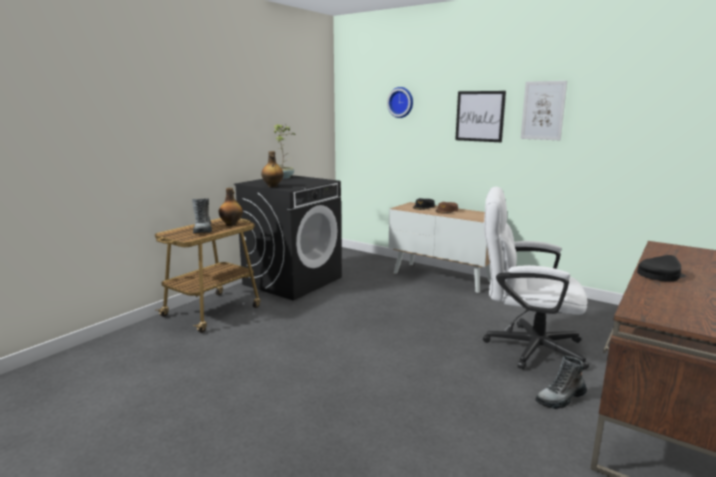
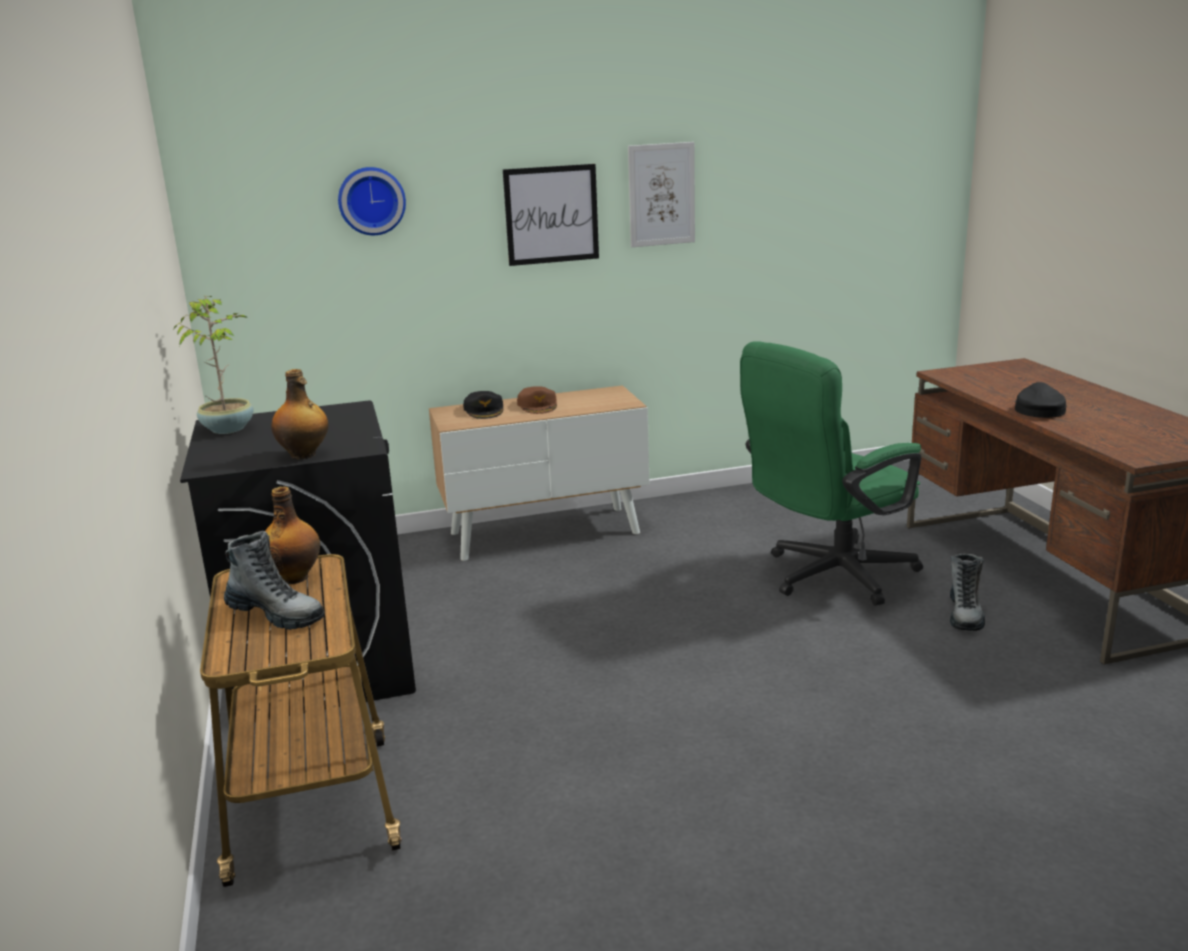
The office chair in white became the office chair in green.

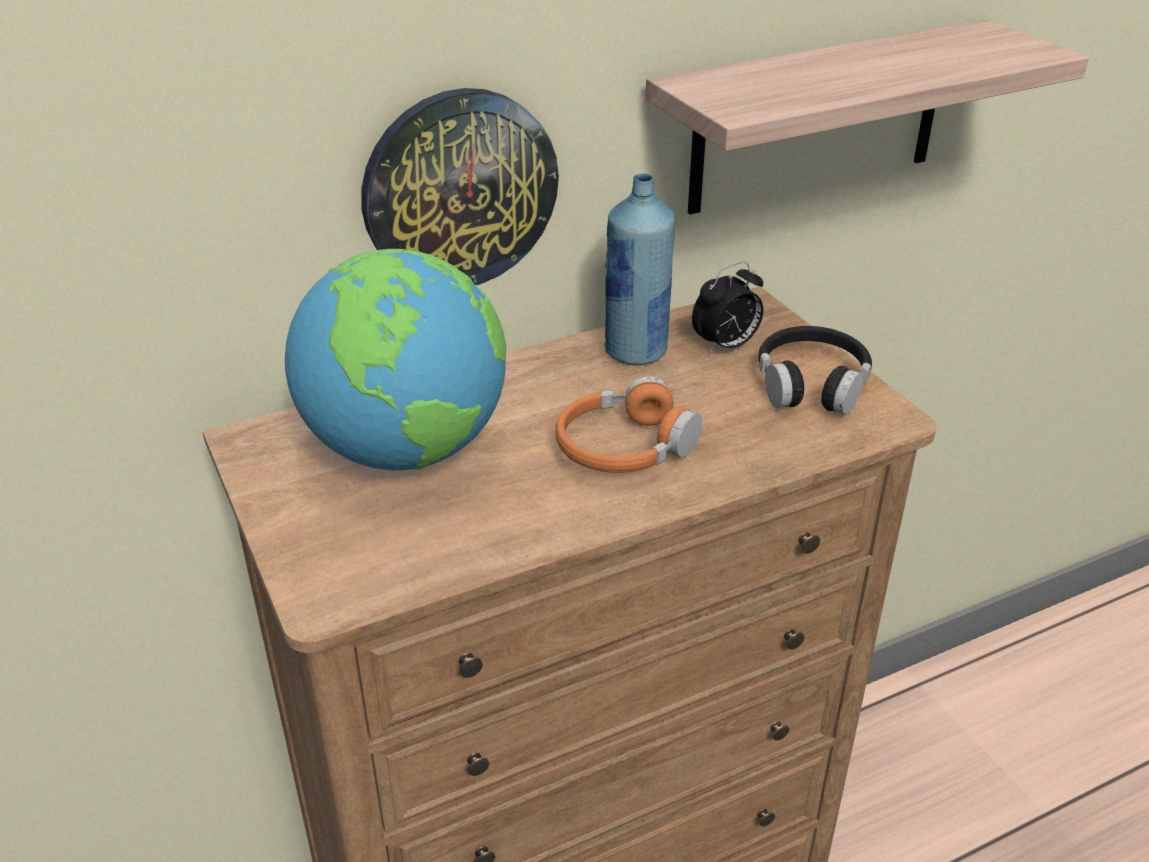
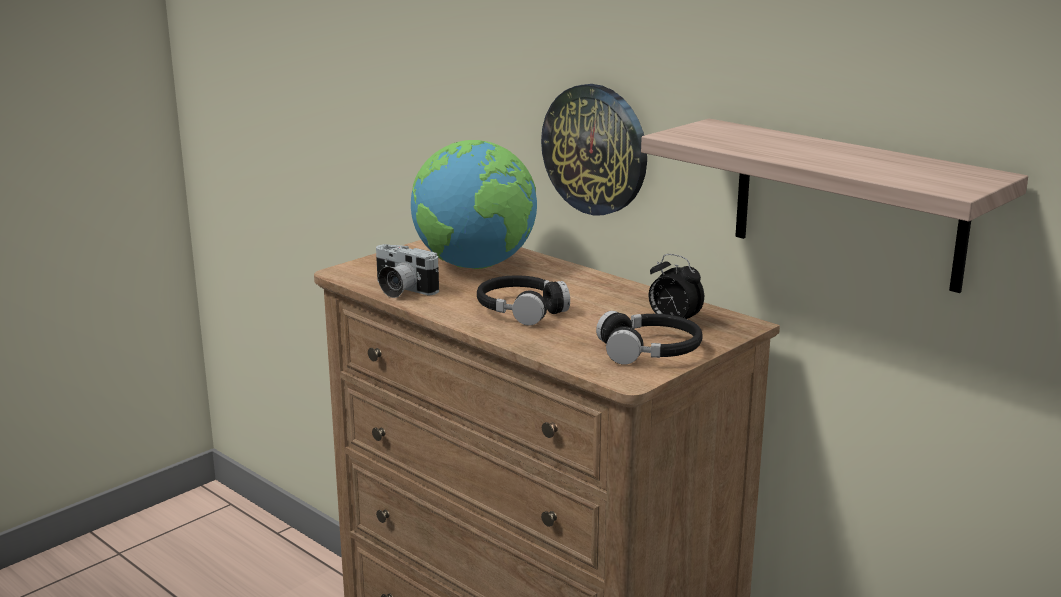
The bottle in blue disappeared.
The photo camera appeared.
The headphones in orange became the headphones in black (1st from left).

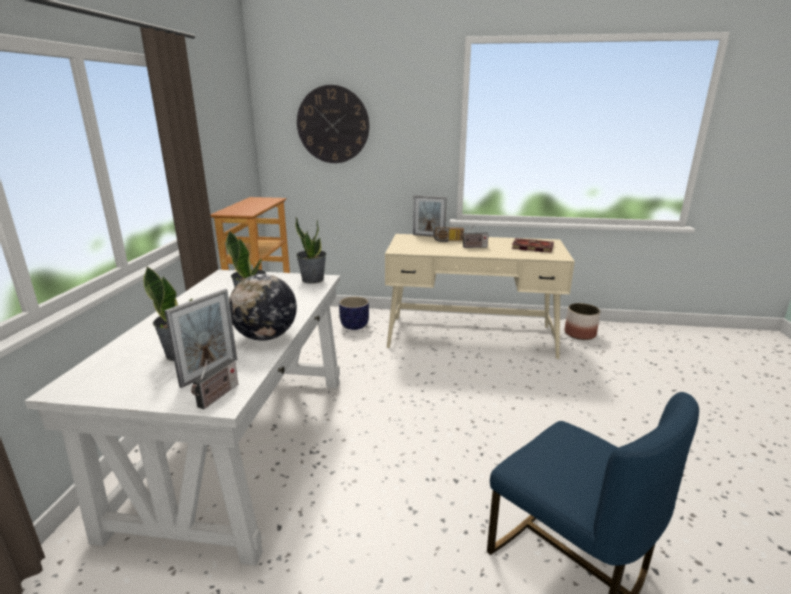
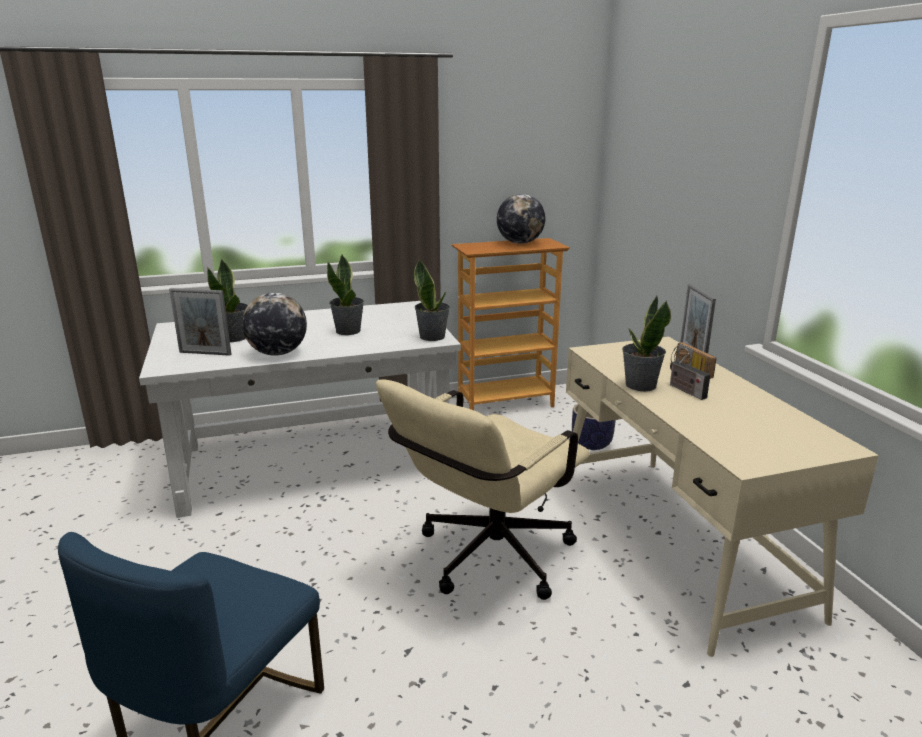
The radio (1st from left) disappeared.
The wall clock disappeared.
The book disappeared.
The planter (2nd from left) disappeared.
The office chair in beige appeared.
The globe (2nd from left) appeared.
The potted plant (4th from left) appeared.

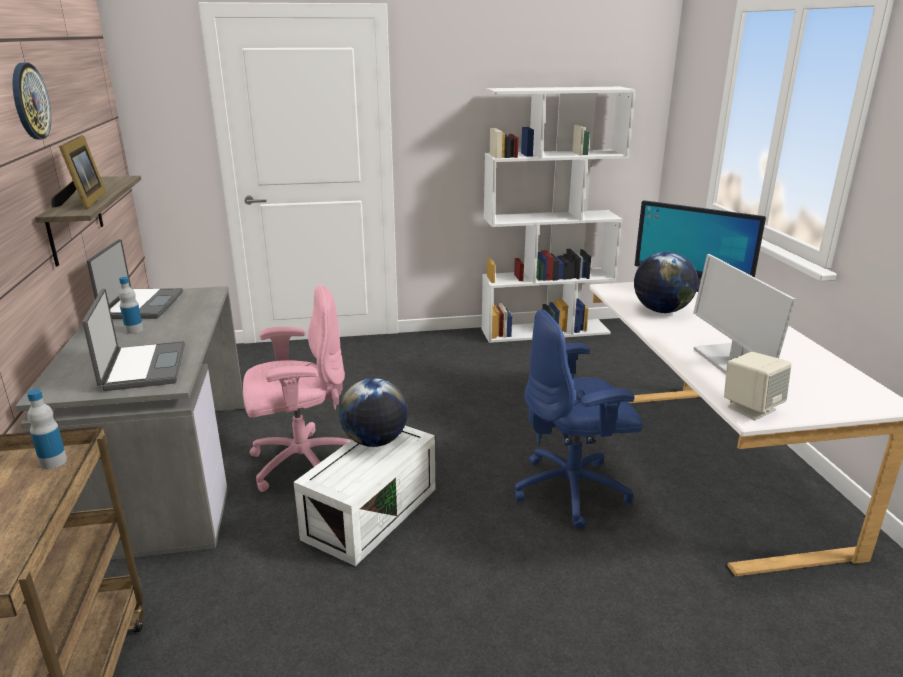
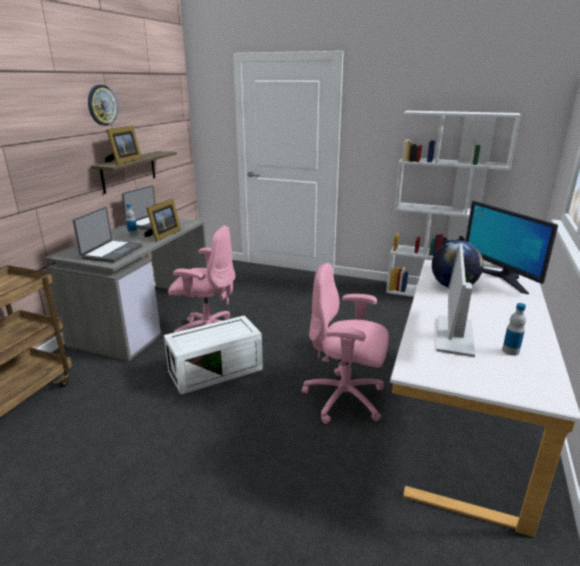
The globe (1st from left) disappeared.
The speaker in beige disappeared.
The picture frame (2nd from left) appeared.
The bottle (1st from left in the first image) moved.
The office chair in blue became the office chair in pink (2nd from left).

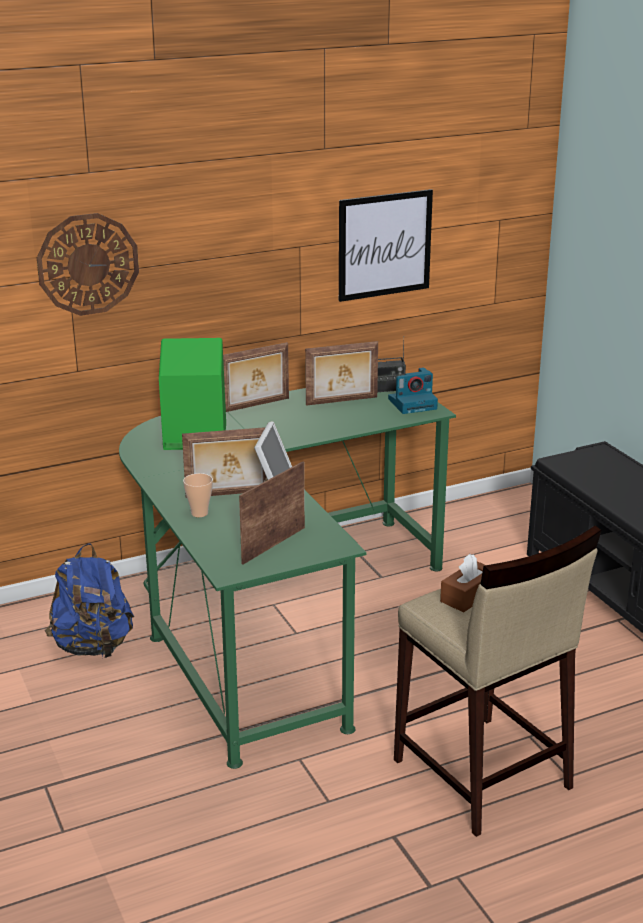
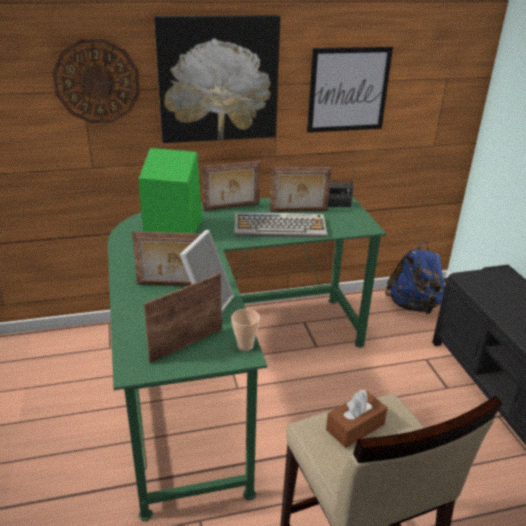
The photo camera disappeared.
The picture (1st from left) appeared.
The keyboard appeared.
The backpack in blue moved.
The cup moved.

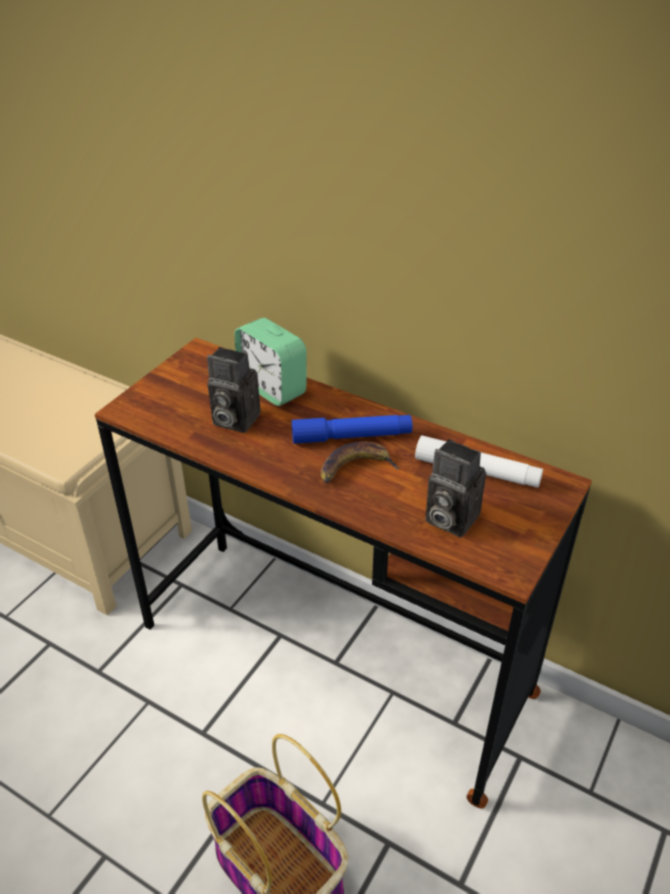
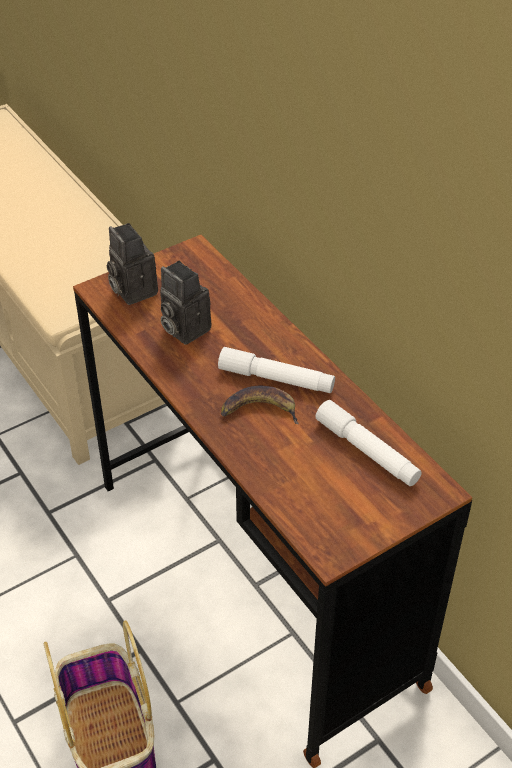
The alarm clock disappeared.
The photo camera (2nd from left in the first image) moved.
The flashlight in blue became the flashlight in white (1st from left).

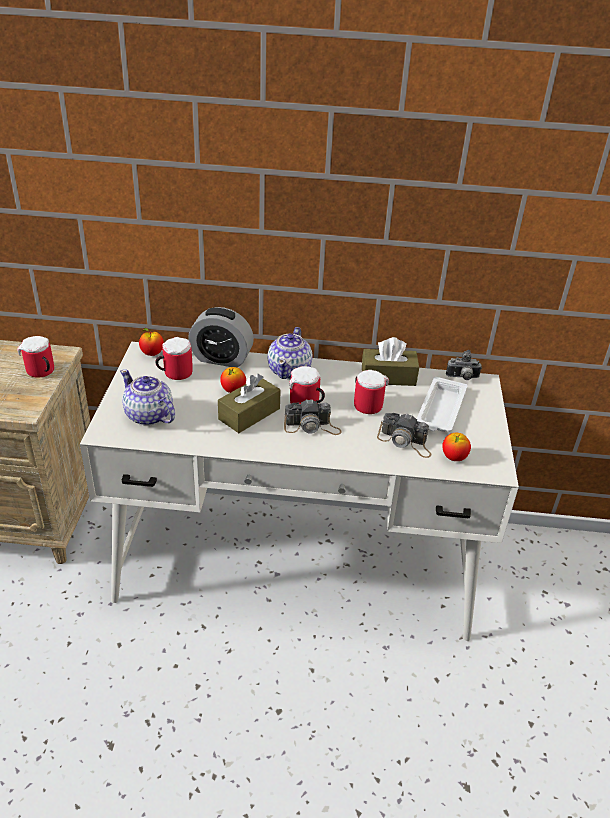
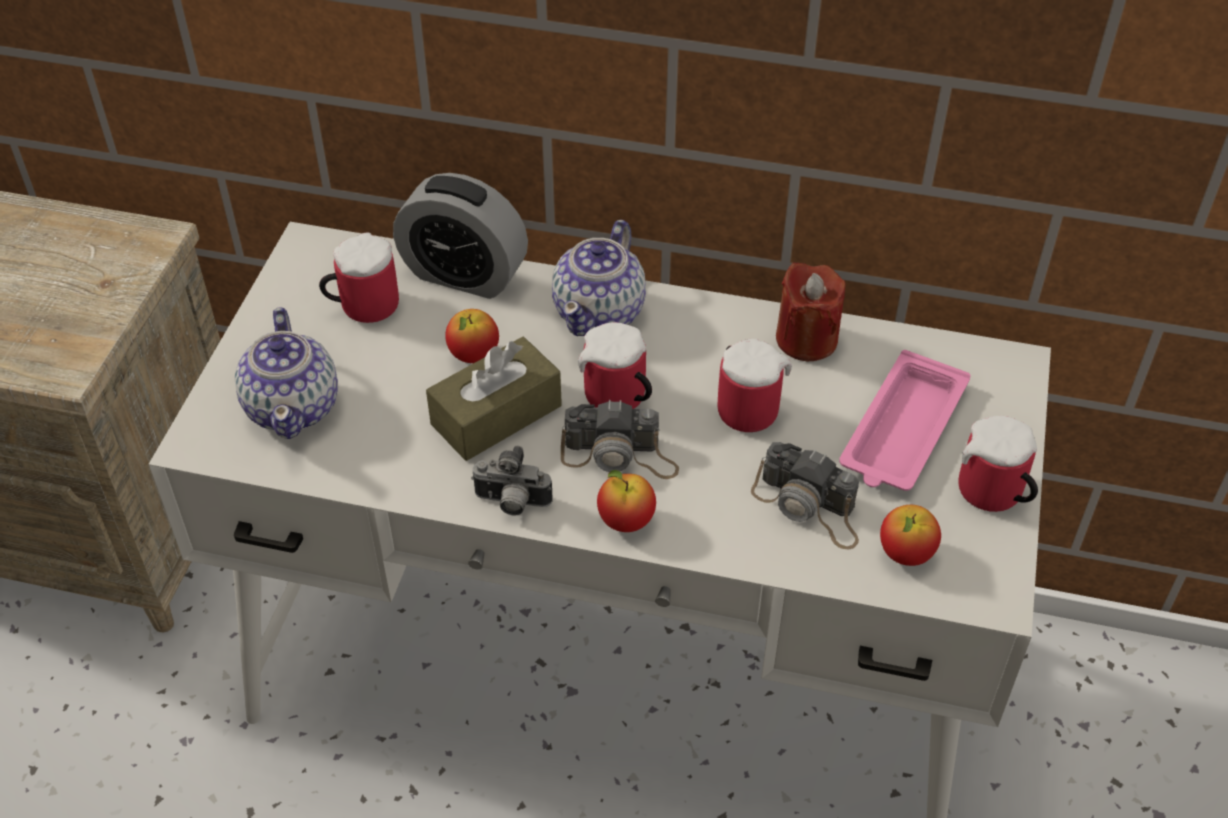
The mug (1st from left in the first image) moved.
The apple (1st from left in the first image) moved.
The photo camera (3rd from left in the first image) moved.
The tissue box in brown (2nd from left) was replaced by the candle in red.
The tray in white became the tray in pink.
The teapot (1st from left) turned 150 degrees counterclockwise.

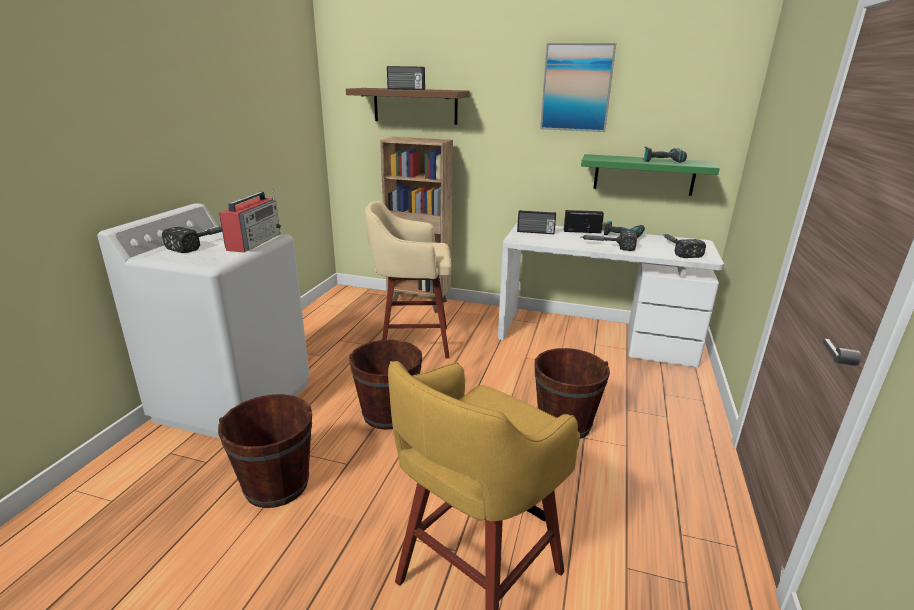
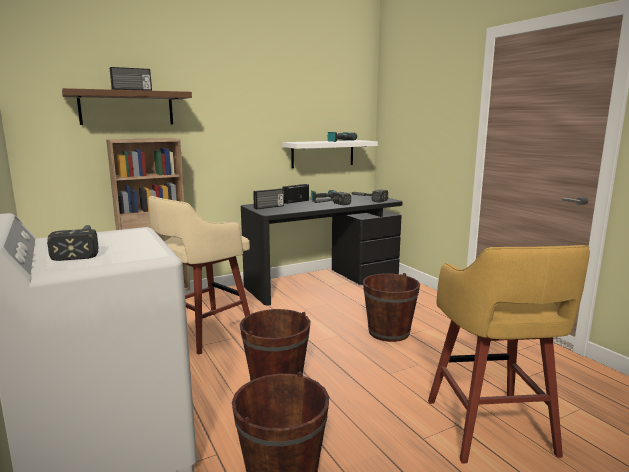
The radio (1st from left) disappeared.
The picture disappeared.
The desk in white became the desk in black.
The shelf in green became the shelf in white.

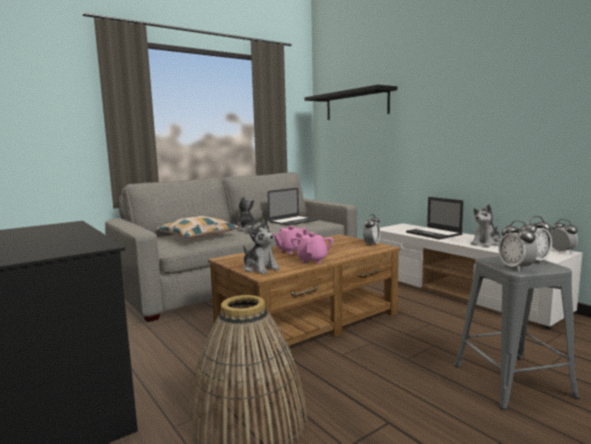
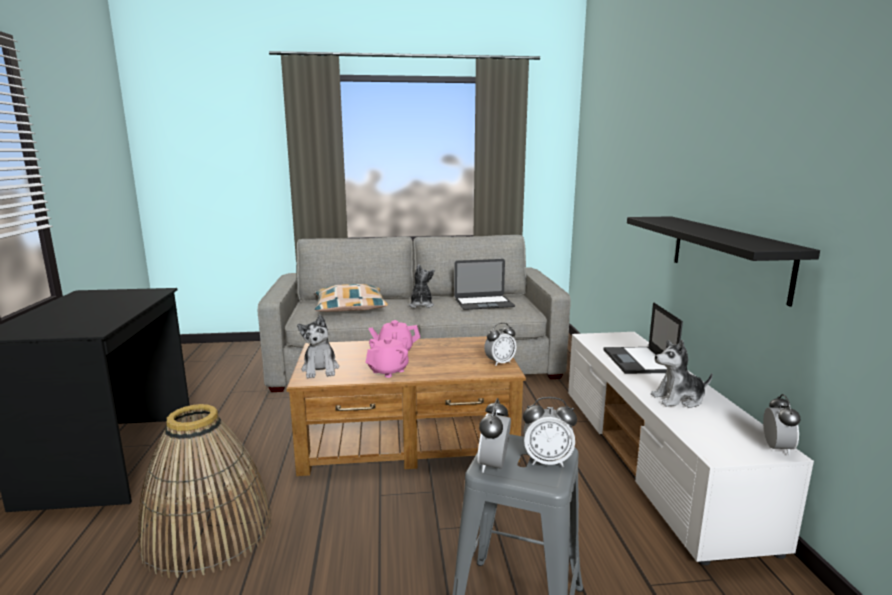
The shelf in black moved.

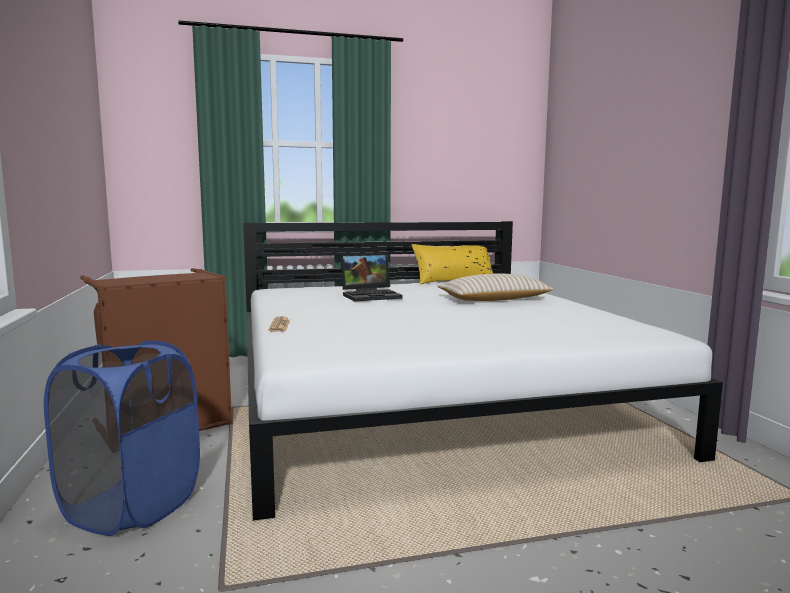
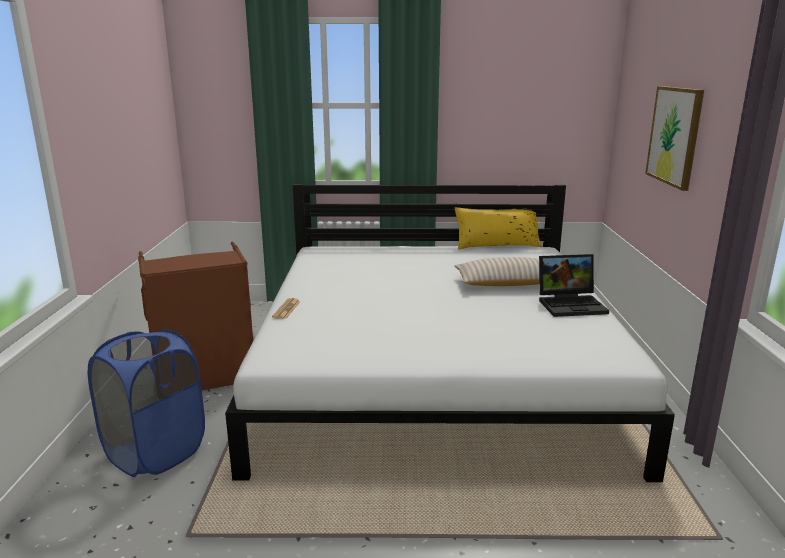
The picture appeared.
The laptop moved.

